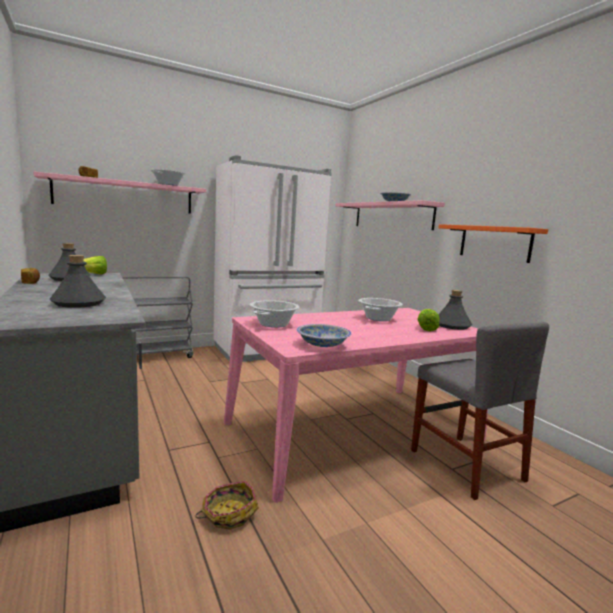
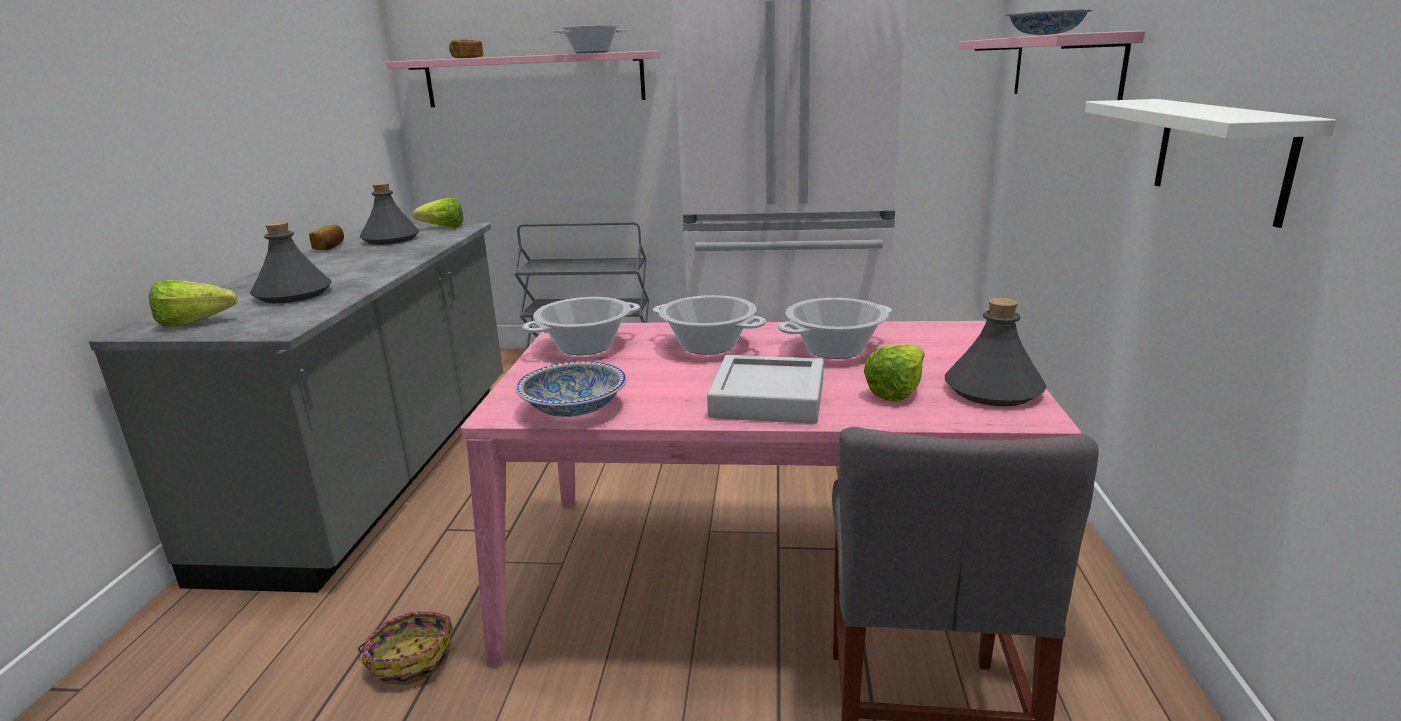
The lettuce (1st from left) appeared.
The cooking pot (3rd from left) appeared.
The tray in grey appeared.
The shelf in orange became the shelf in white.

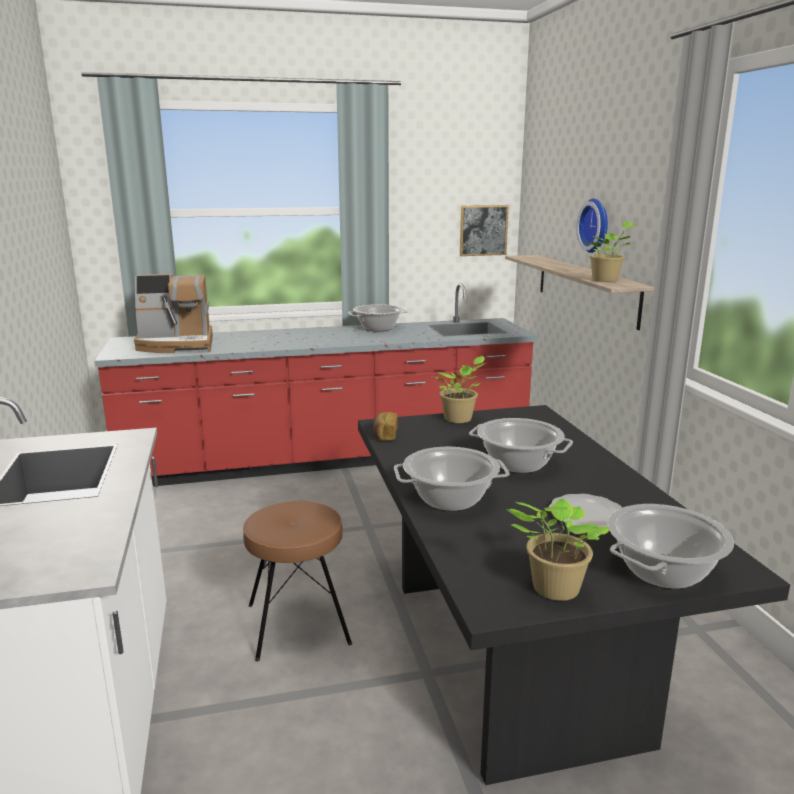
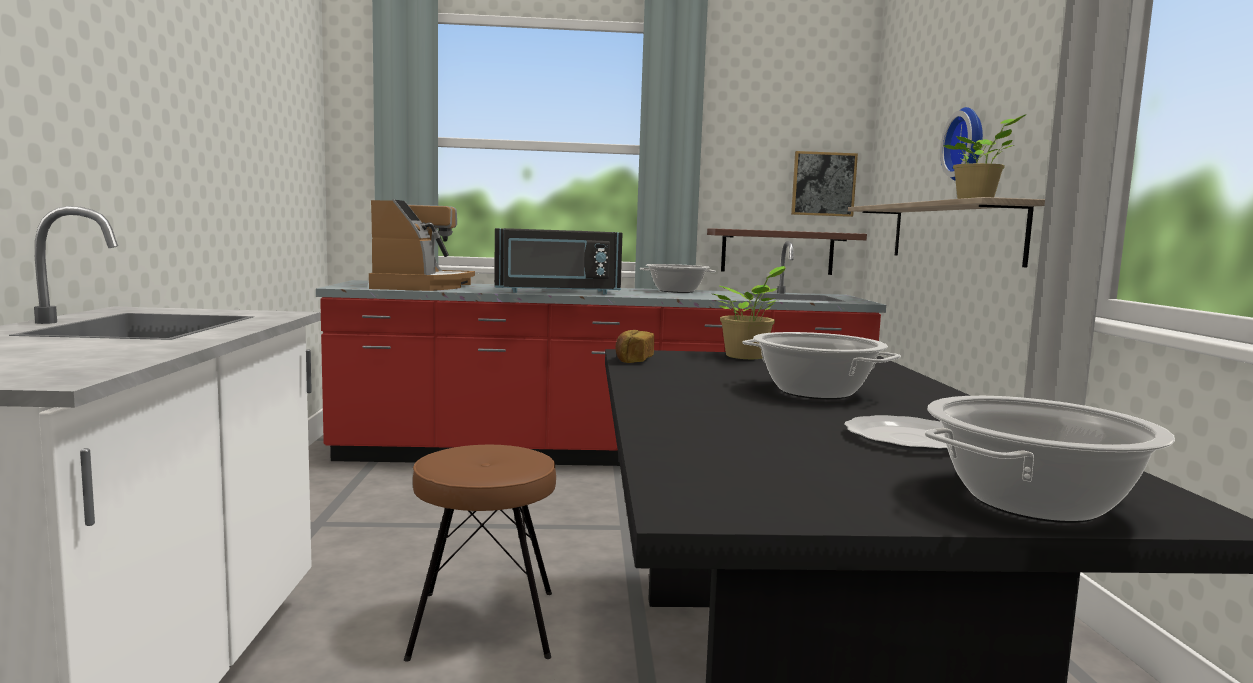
The cooking pot (2nd from left) disappeared.
The potted plant (2nd from left) disappeared.
The microwave in black appeared.
The shelf (1st from left) appeared.
The coffee machine turned 90 degrees counterclockwise.

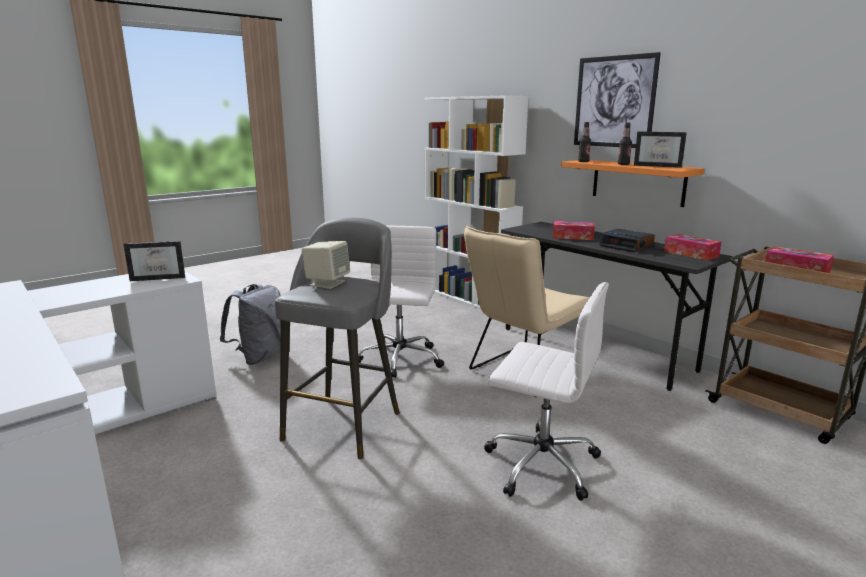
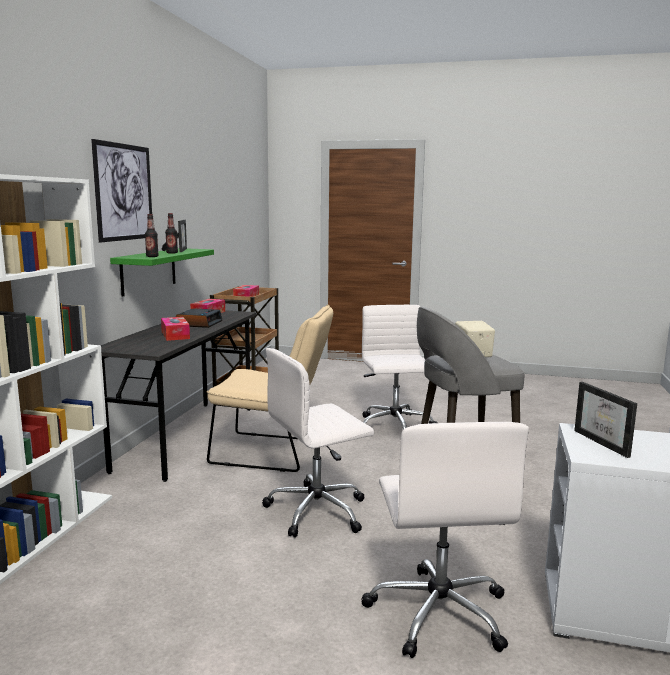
The backpack in grey was replaced by the office chair in white (3rd from left).
The shelf in orange became the shelf in green.
The picture frame (1st from left in the first image) turned 150 degrees counterclockwise.

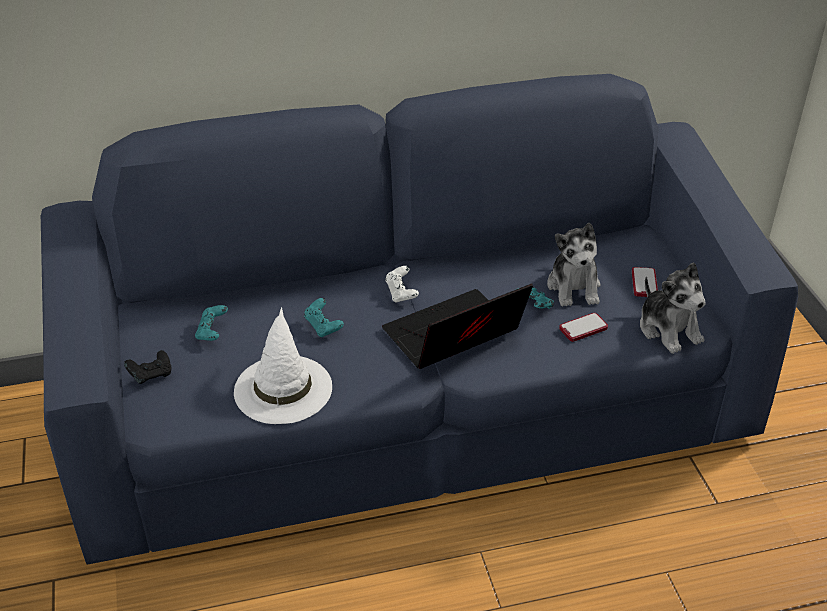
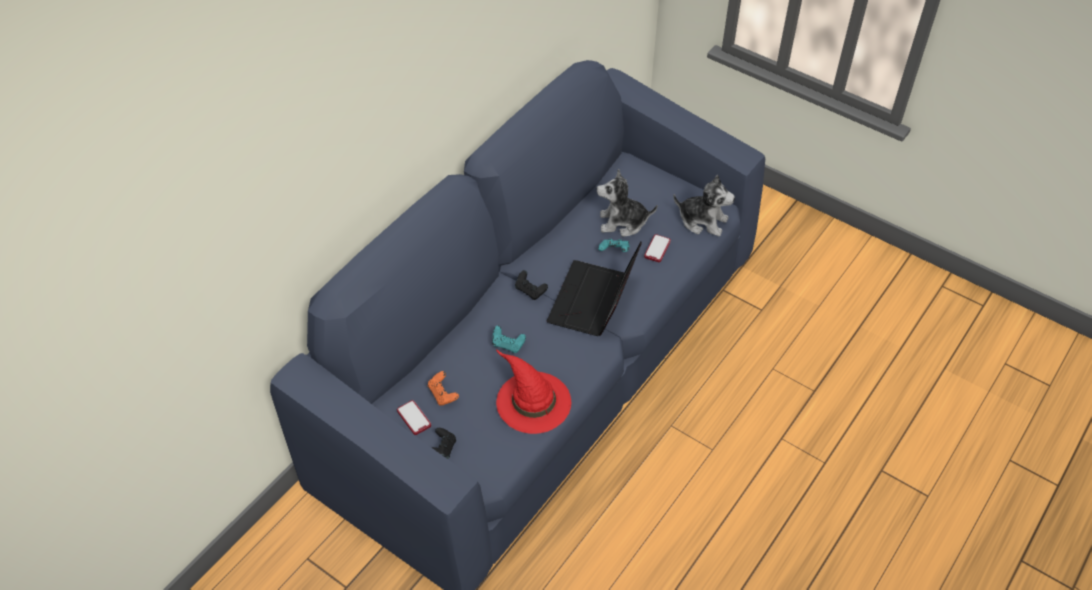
The phone (2nd from left in the first image) moved.
The game controller in turquoise (1st from left) became the game controller in orange.
The hat in white became the hat in red.
The game controller in white became the game controller in black (2nd from left).
The plush toy (1st from left) turned 135 degrees clockwise.

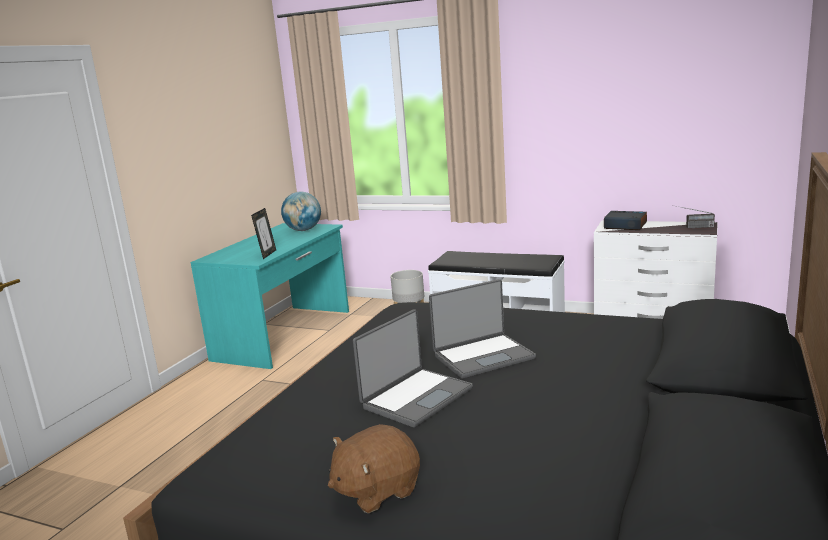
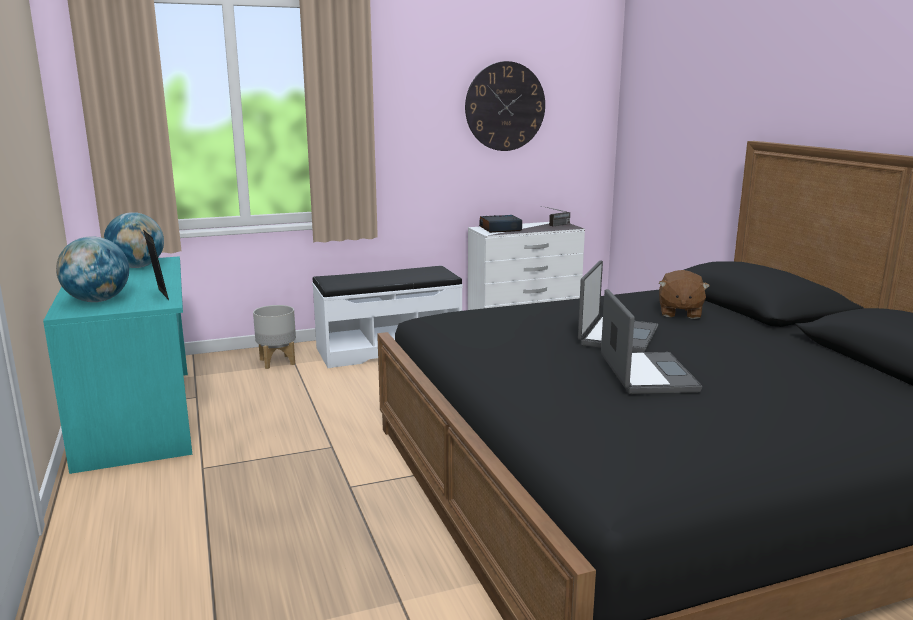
The globe (1st from left) appeared.
The wall clock appeared.
The plush toy in brown moved.

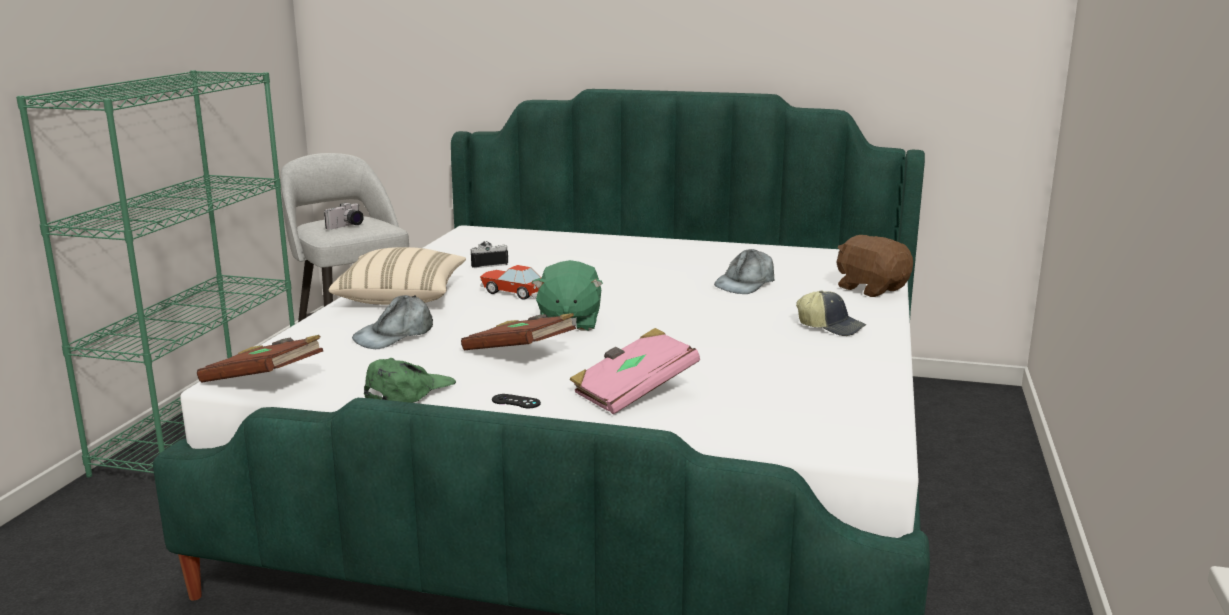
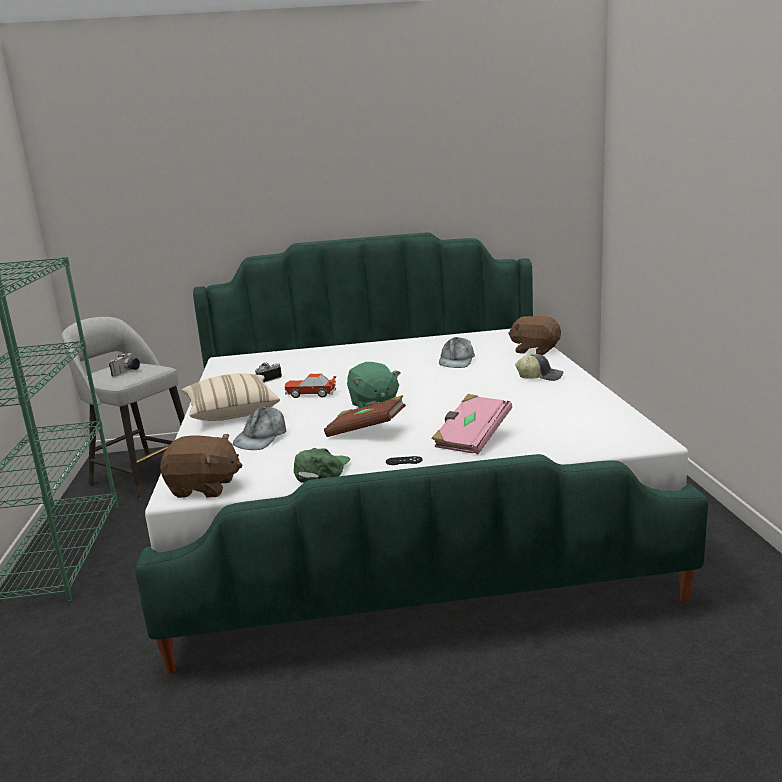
The book in brown (1st from left) was replaced by the plush toy in brown (1st from left).

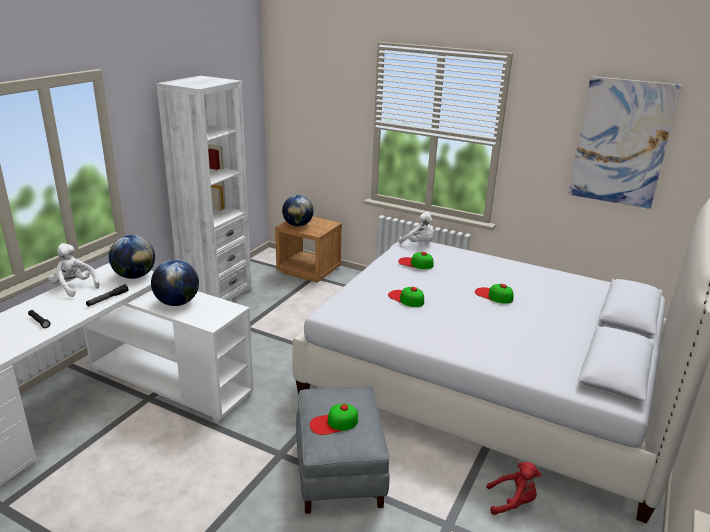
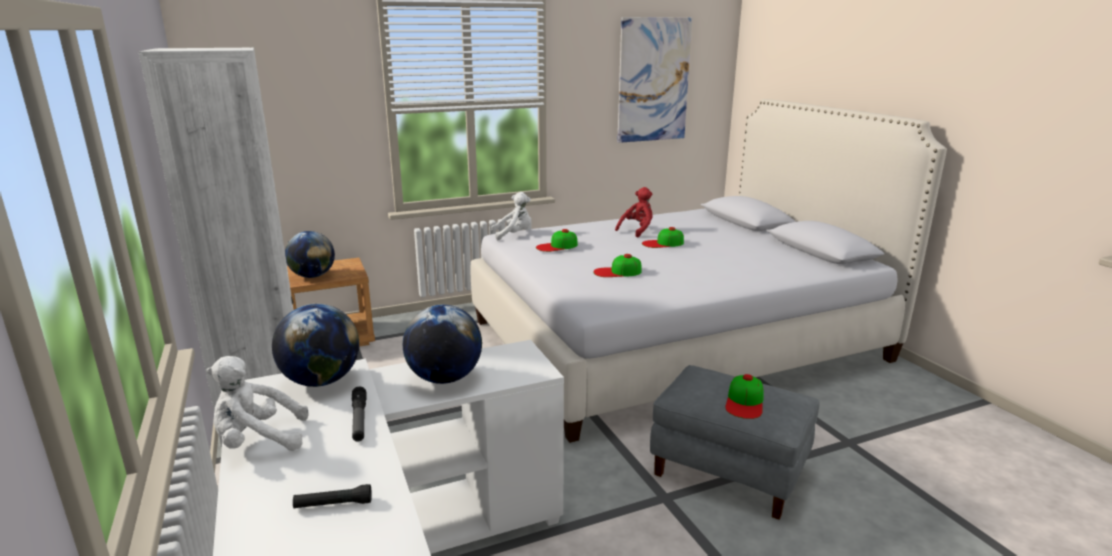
The plush toy in red moved.

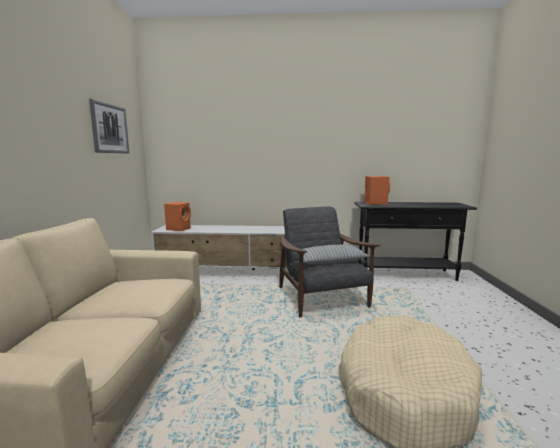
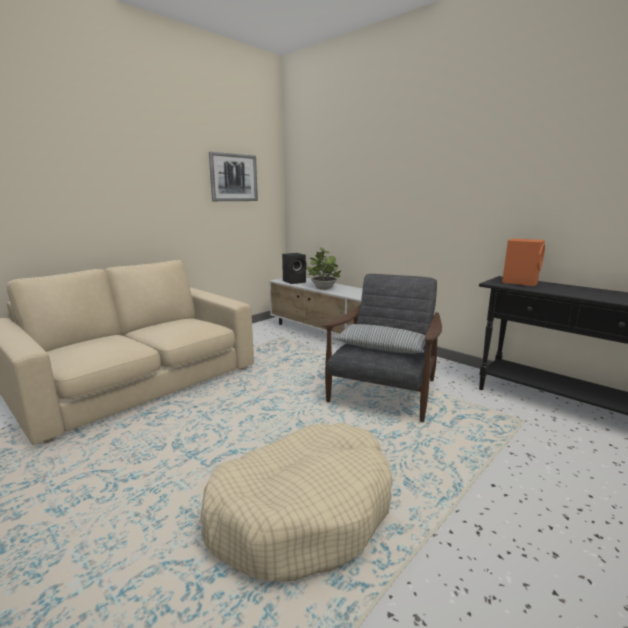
The potted plant appeared.
The speaker in orange (1st from left) became the speaker in black.

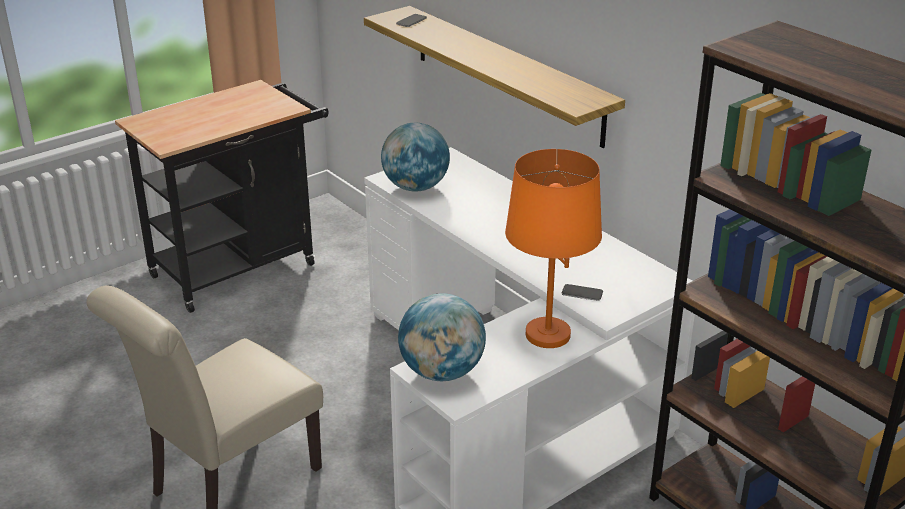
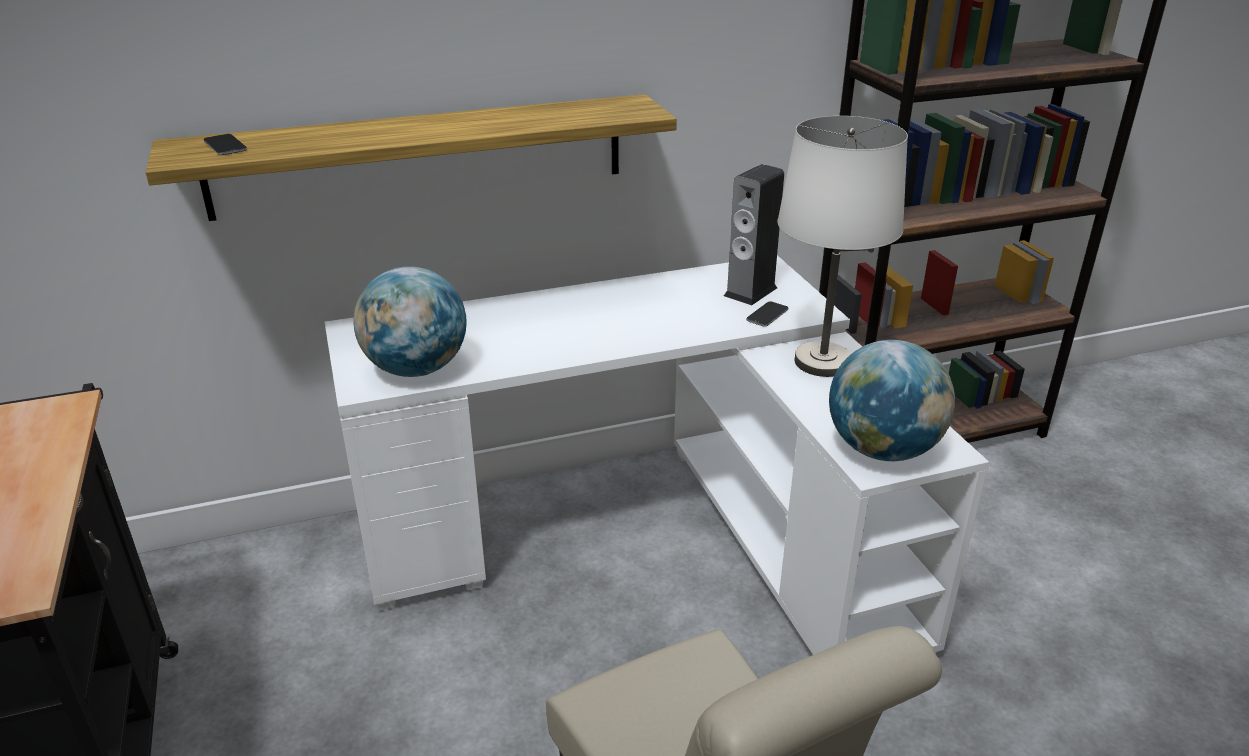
The speaker appeared.
The table lamp in orange became the table lamp in white.

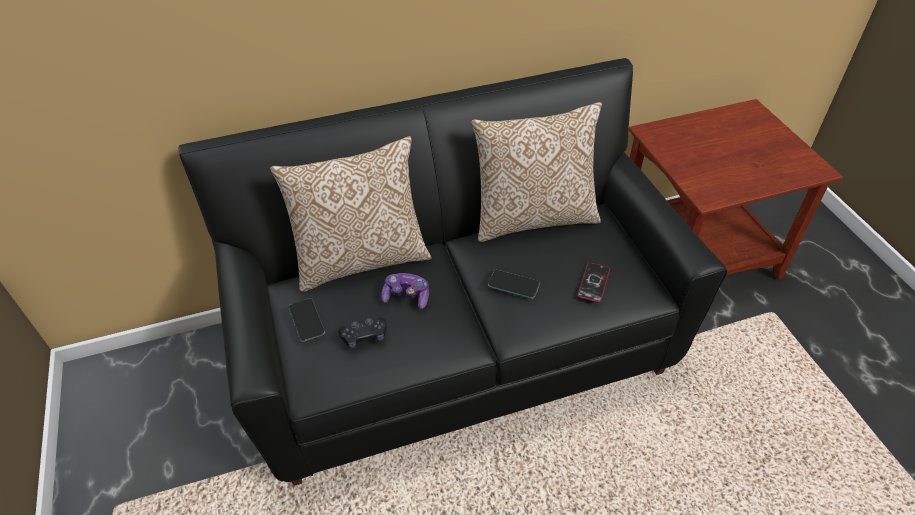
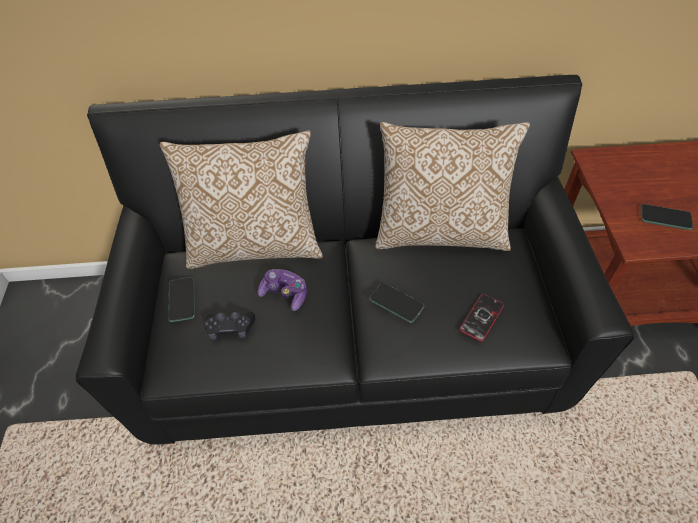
The phone (4th from left) appeared.

